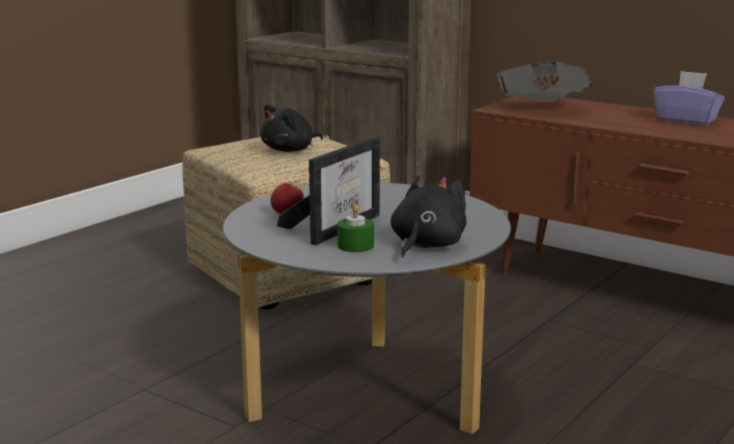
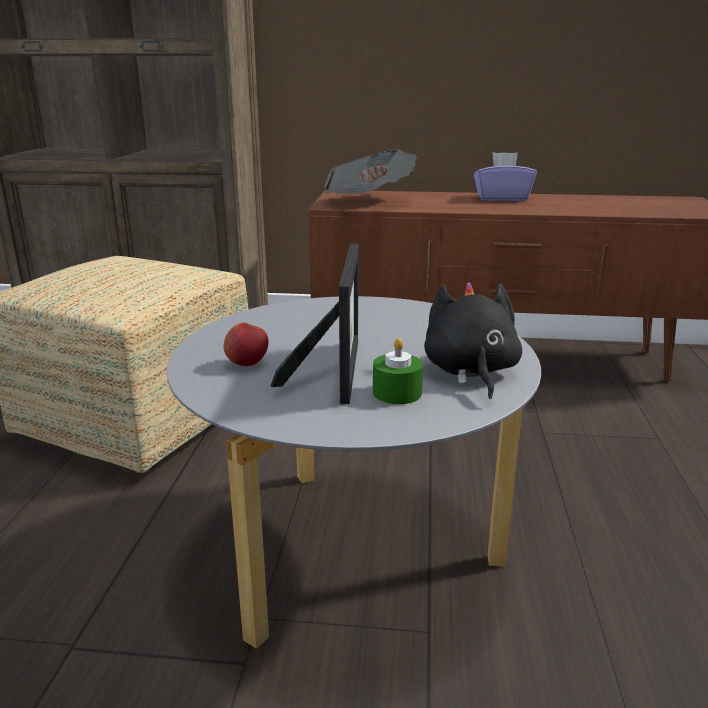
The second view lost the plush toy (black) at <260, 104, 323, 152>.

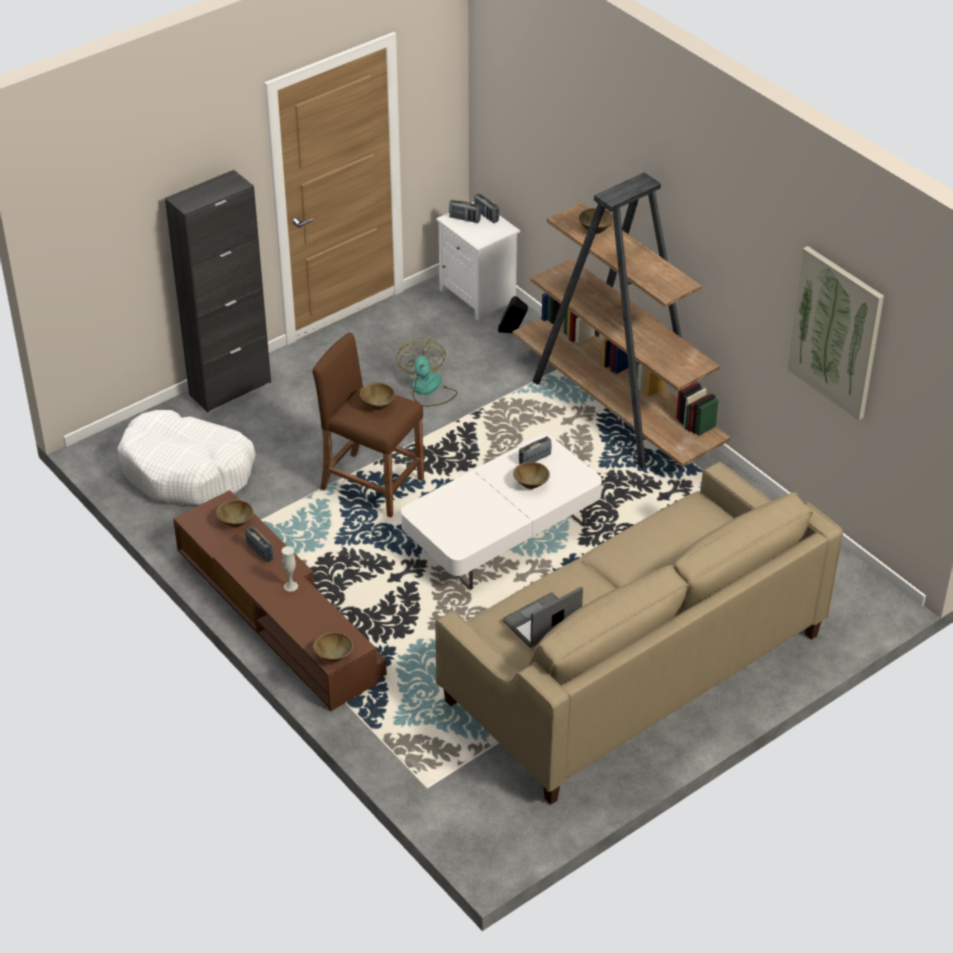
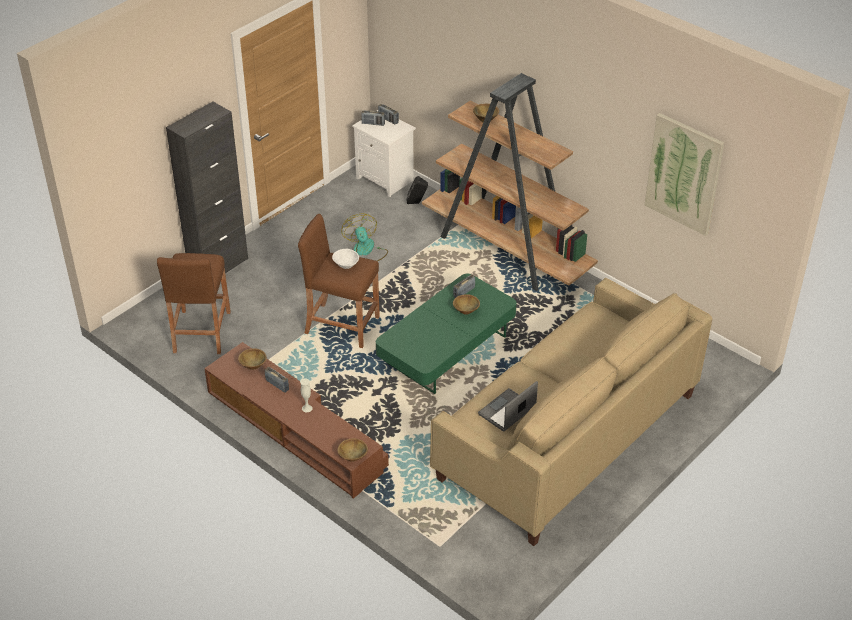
What was the deep dish (brownish) at <360, 382, 395, 410> turned into the deep dish (white-coloured) at <332, 249, 359, 269>.
Where the dog bed (white-coloured) stood at <117, 410, 256, 505>, the sitting stool (brownish) came to stand at <157, 253, 231, 354>.
What was the lounge table (white-coloured) at <401, 434, 602, 590> turned into the lounge table (greenish) at <376, 274, 517, 394>.

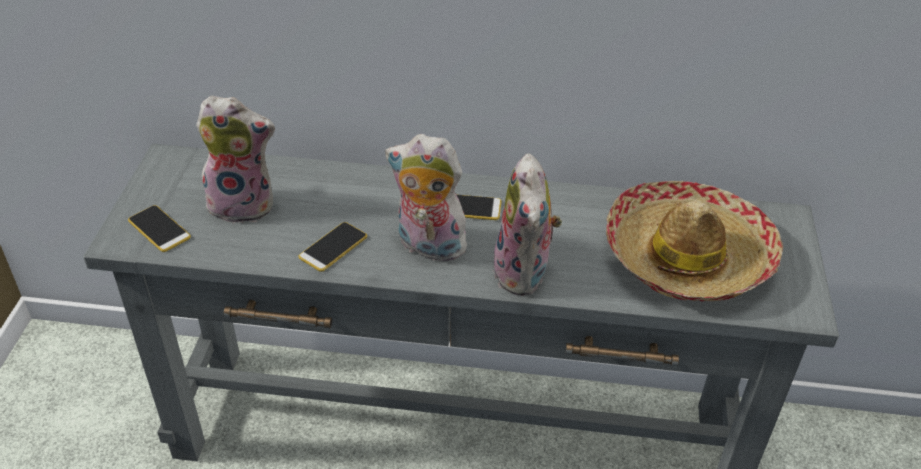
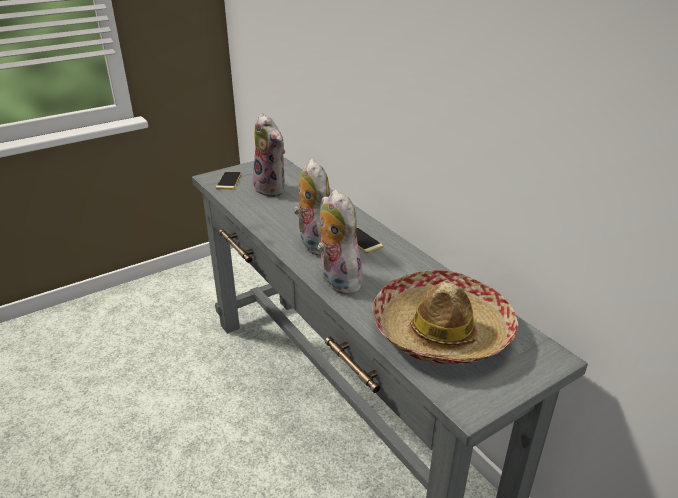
The plush toy at <492, 153, 562, 295> ended up facing another way, 105 degrees clockwise from before.
The second view lost the telephone at <298, 222, 367, 272>.

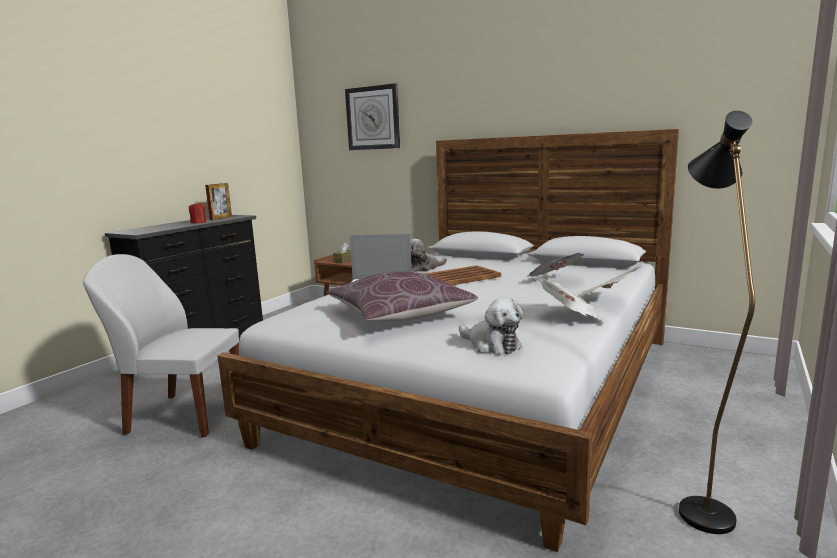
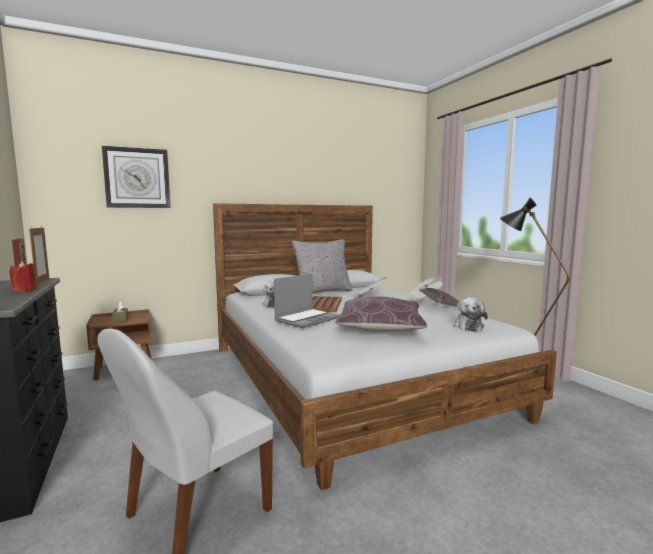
The plush toy at <459, 298, 523, 355> ended up facing another way, 105 degrees clockwise from before.
The second view gained the photo frame at <29, 226, 49, 285>.
The second view gained the cushion (gray) at <292, 239, 353, 293>.

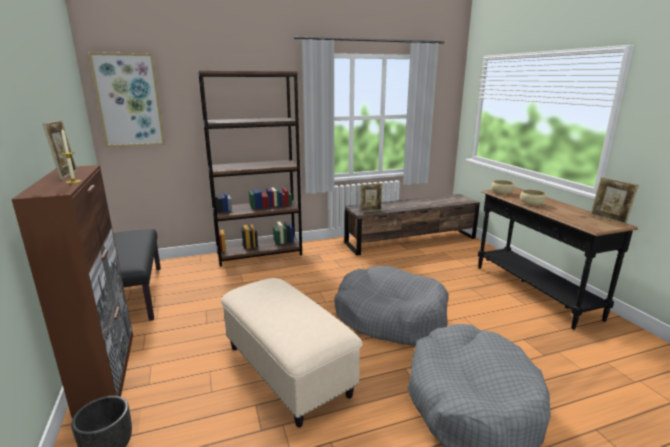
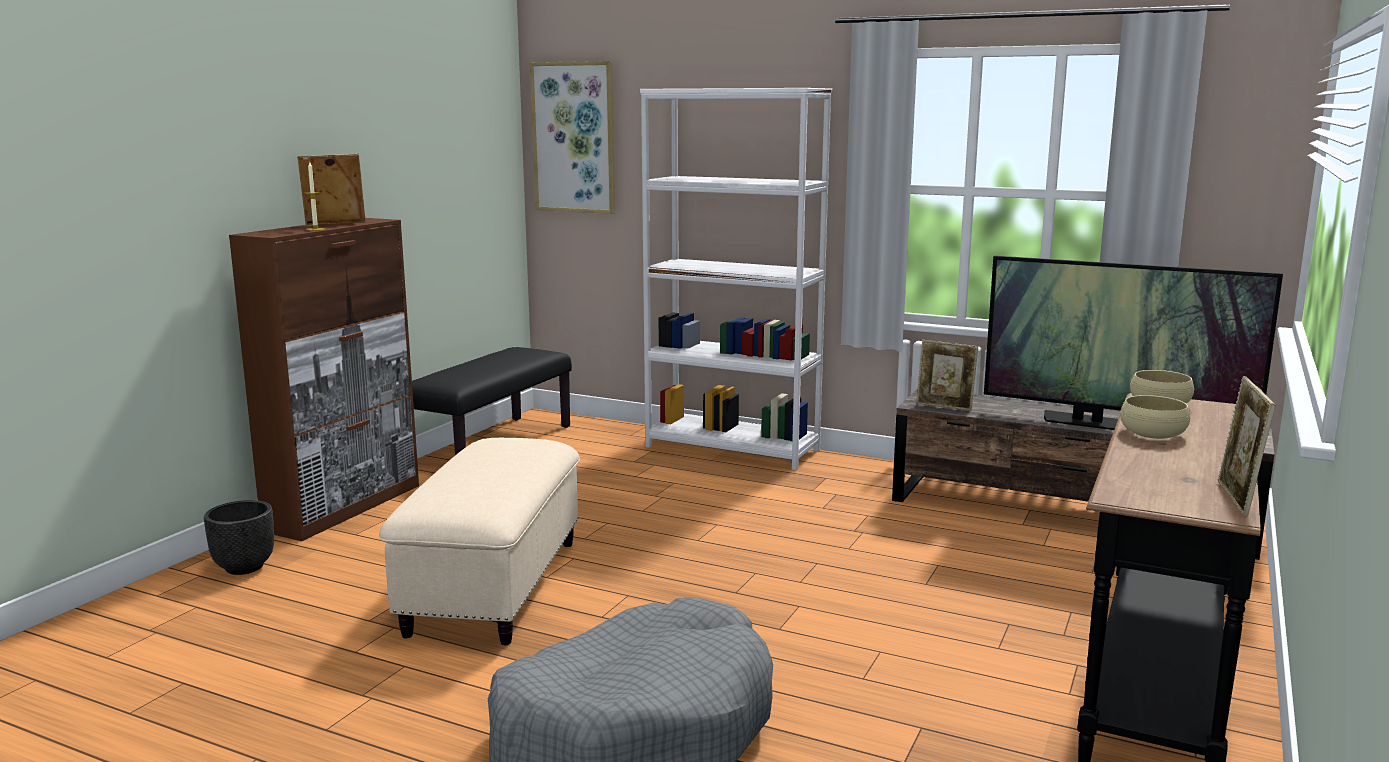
What was the bookcase (brownish) at <198, 71, 302, 267> turned into the bookcase (white-coloured) at <640, 88, 832, 471>.
The photo frame at <43, 120, 77, 180> ended up facing another way, 135 degrees counterclockwise from before.
The second view lost the dog bed (gray) at <334, 266, 449, 346>.
The second view gained the TV at <984, 256, 1283, 430>.

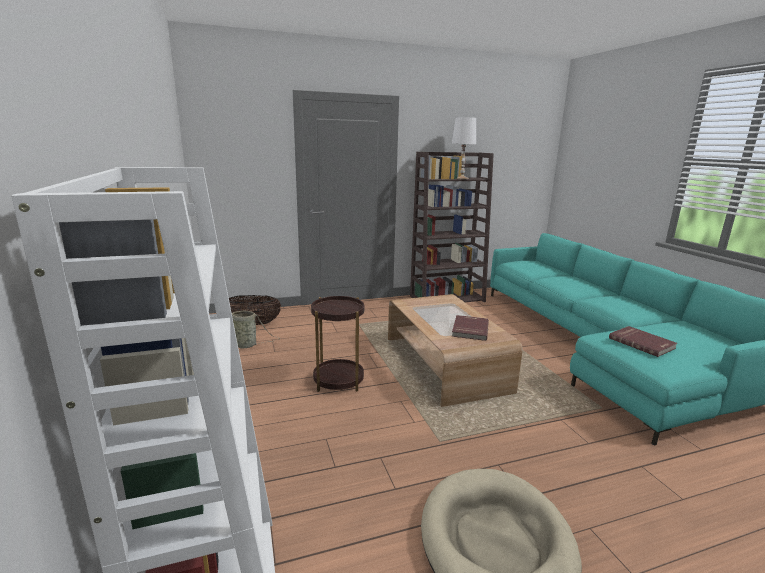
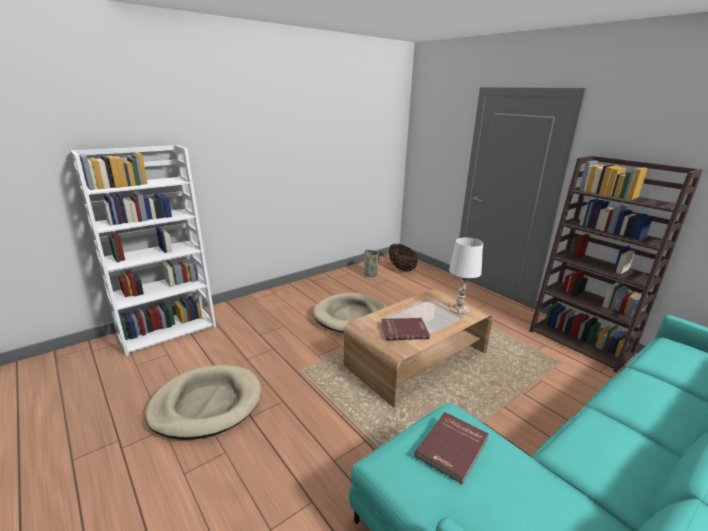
The table lamp (white-coloured) ended up elsewhere, having gone from <452, 117, 476, 179> to <449, 238, 483, 315>.
Where the accent table (brownish) stood at <311, 296, 364, 392>, the dog bed (beige-coloured) came to stand at <313, 293, 387, 333>.

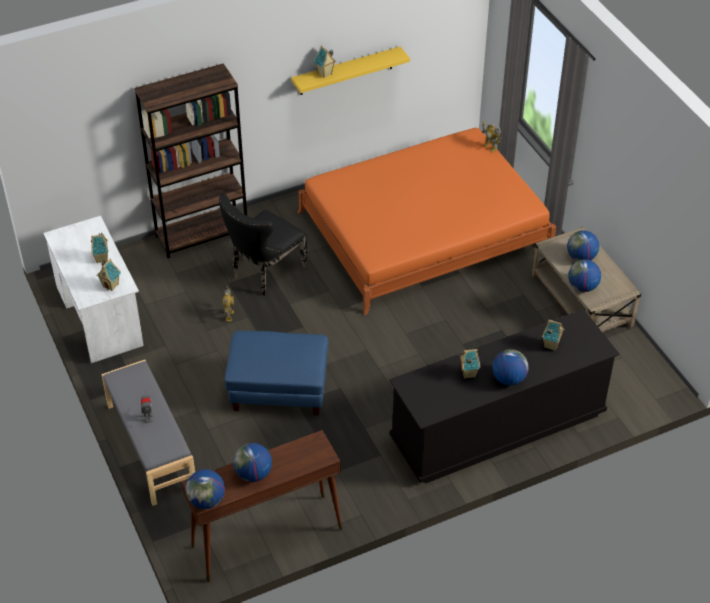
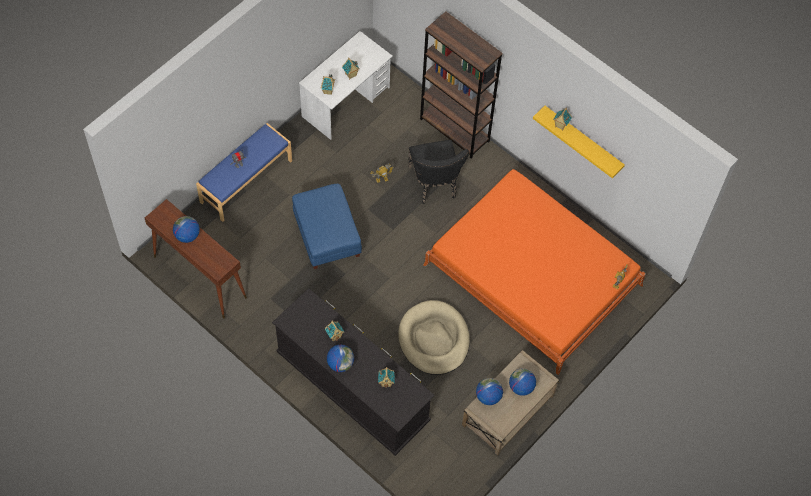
The upright chair (black) at <219, 193, 308, 295> ended up facing another way, 120 degrees counterclockwise from before.
What was the bench (gray) at <101, 360, 195, 506> turned into the bench (bluish) at <196, 123, 292, 222>.
The second view lost the globe at <185, 469, 225, 509>.
The second view gained the dog bed (beige-coloured) at <398, 300, 470, 375>.

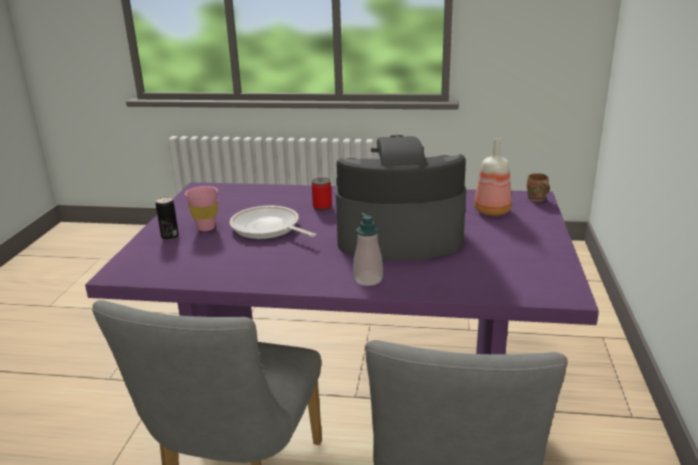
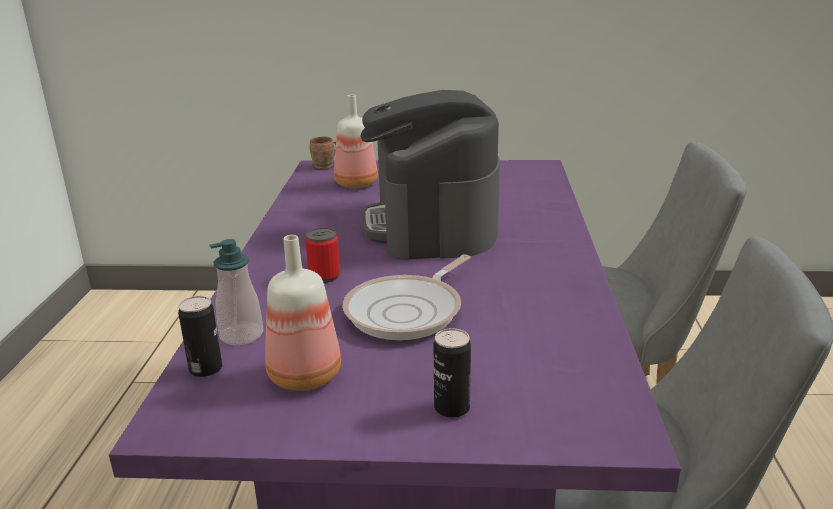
The second view lost the drinking cup (pinkish) at <185, 186, 218, 231>.
The liquid soap bottle ended up elsewhere, having gone from <353, 213, 383, 286> to <209, 239, 263, 345>.
The second view gained the beverage bottle at <265, 235, 341, 391>.
The second view gained the sealed can at <178, 296, 222, 377>.

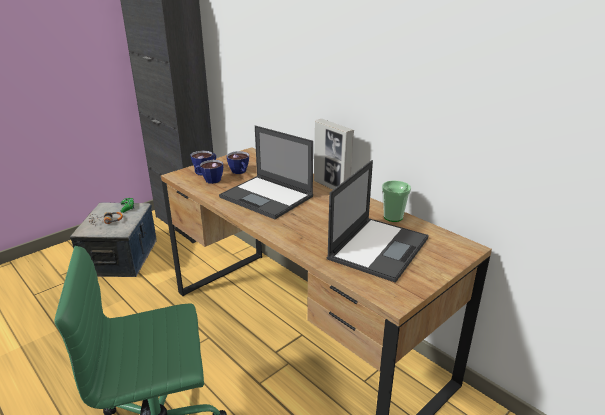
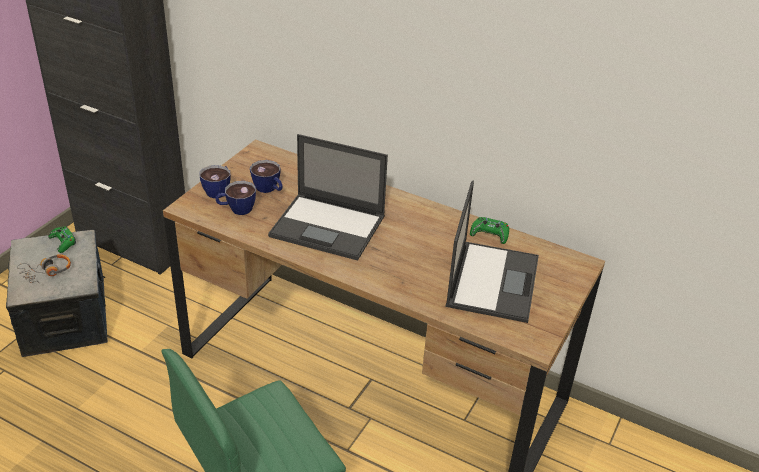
The second view lost the photo frame at <314, 119, 354, 190>.
Where the drinking cup stood at <382, 180, 411, 222>, the joypad (greenish) came to stand at <470, 217, 509, 244>.

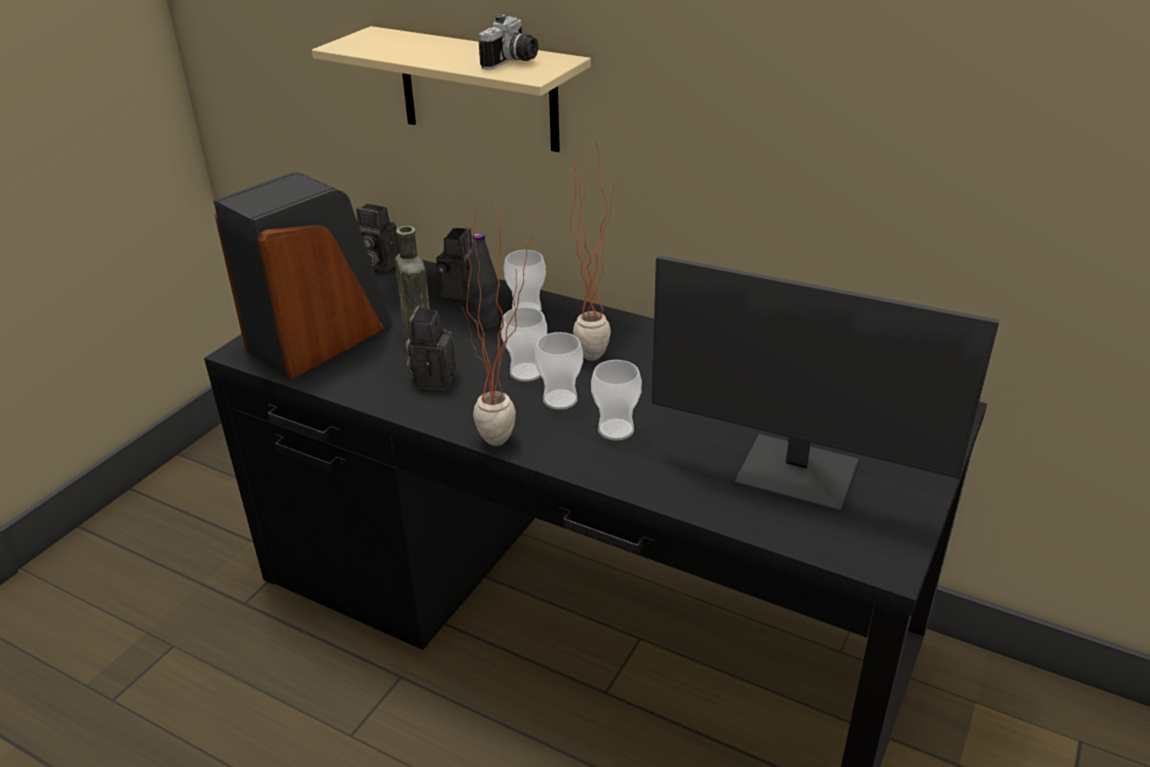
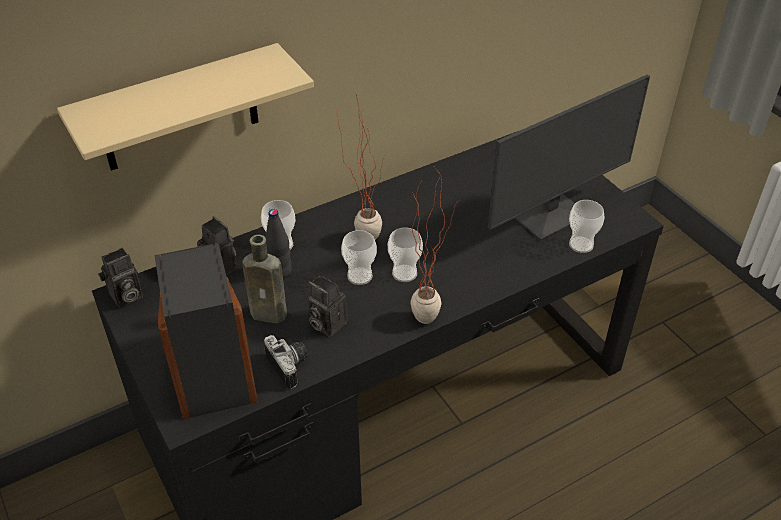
The still camera ended up elsewhere, having gone from <479, 14, 538, 70> to <264, 335, 308, 389>.
The drinking cup ended up elsewhere, having gone from <591, 360, 642, 440> to <569, 200, 604, 253>.

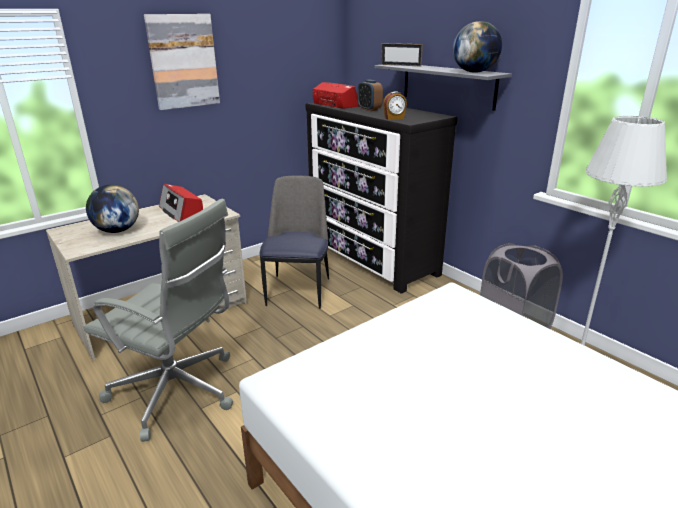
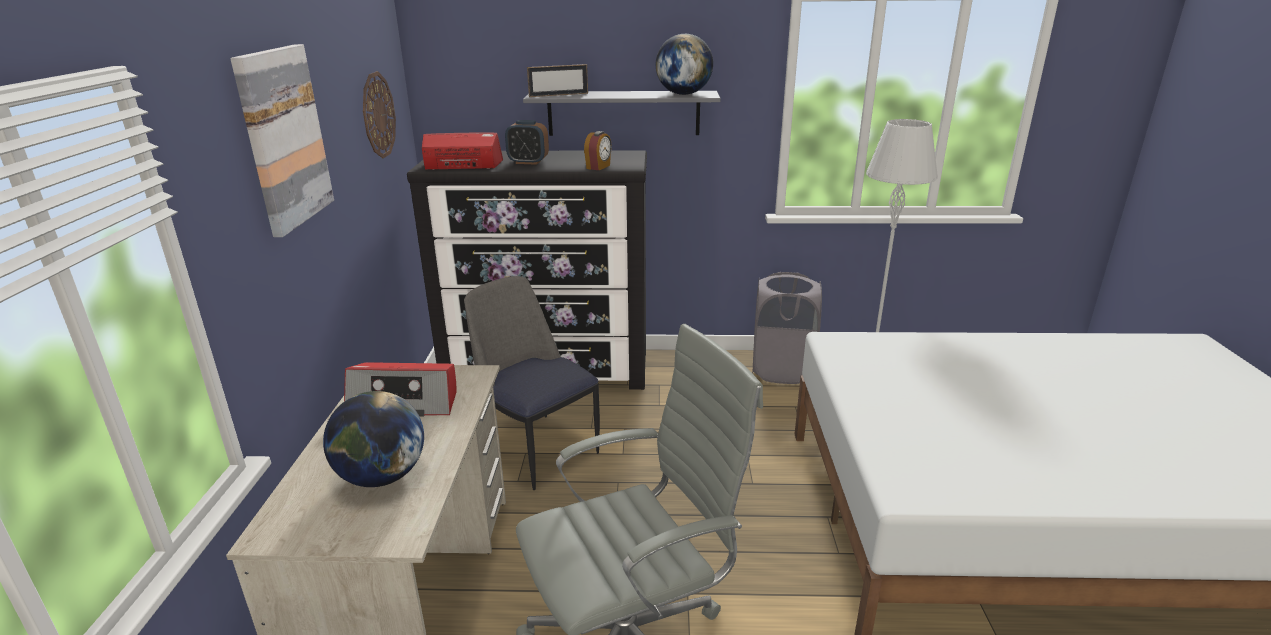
The second view gained the clock on the wall at <363, 71, 396, 158>.

